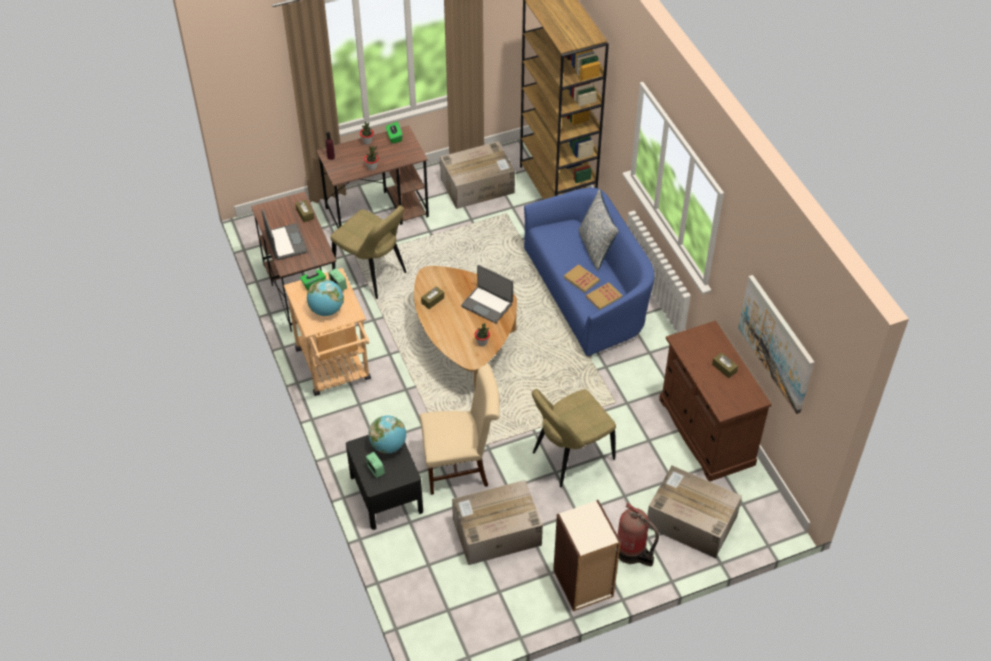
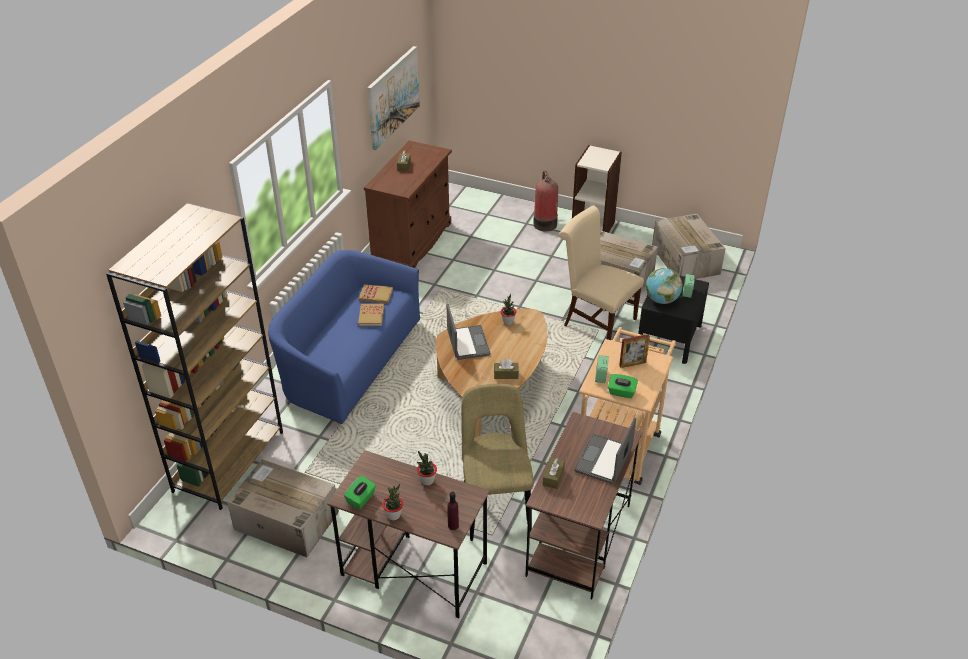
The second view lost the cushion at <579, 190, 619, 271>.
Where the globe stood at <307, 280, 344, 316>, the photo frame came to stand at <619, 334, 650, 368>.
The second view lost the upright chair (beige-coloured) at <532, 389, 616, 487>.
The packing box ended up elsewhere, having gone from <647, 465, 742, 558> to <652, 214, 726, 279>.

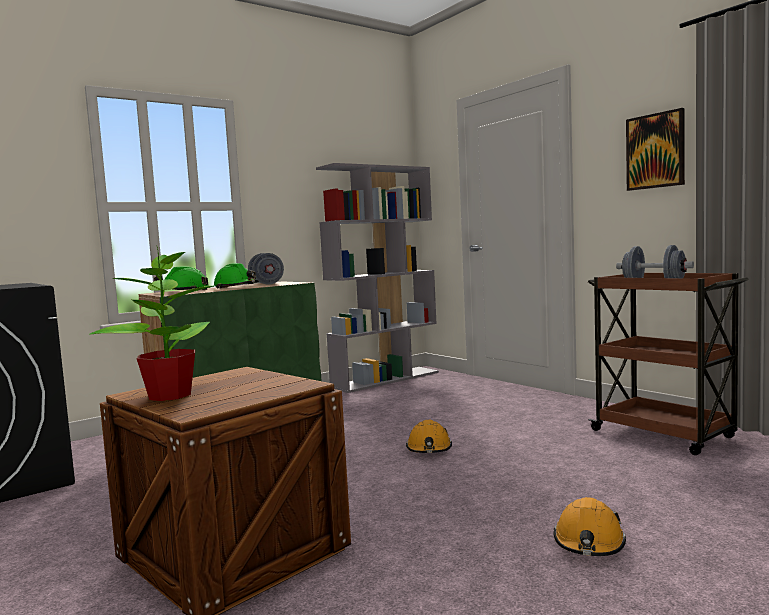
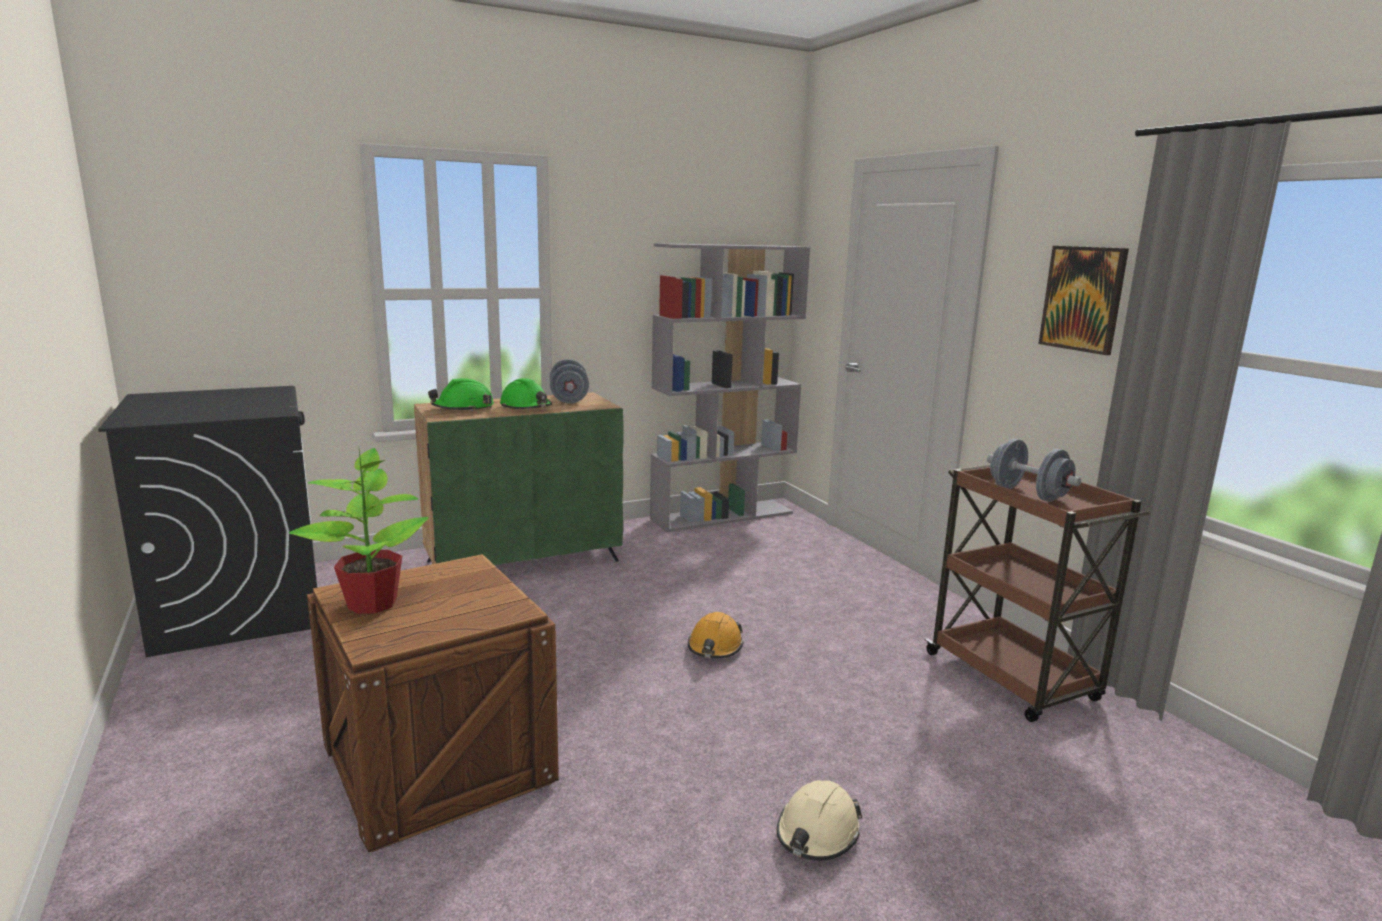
What was the safety helmet (orangey) at <554, 497, 626, 556> turned into the safety helmet (beige-coloured) at <777, 780, 862, 861>.

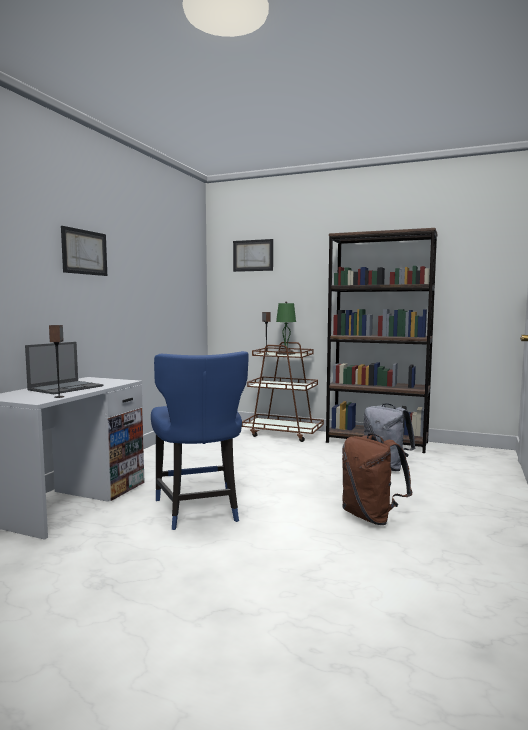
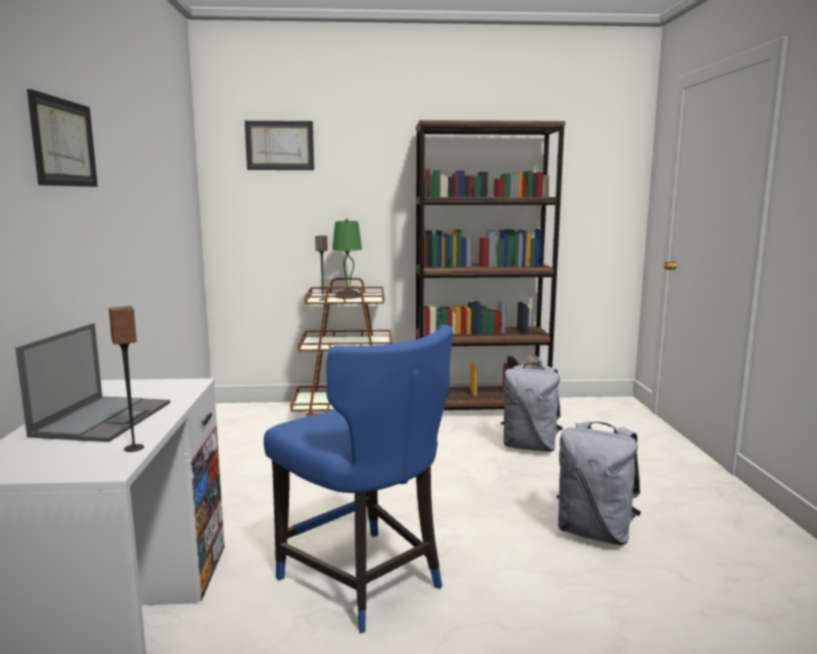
What was the backpack (brownish) at <342, 434, 412, 525> turned into the backpack (gray) at <557, 422, 641, 545>.

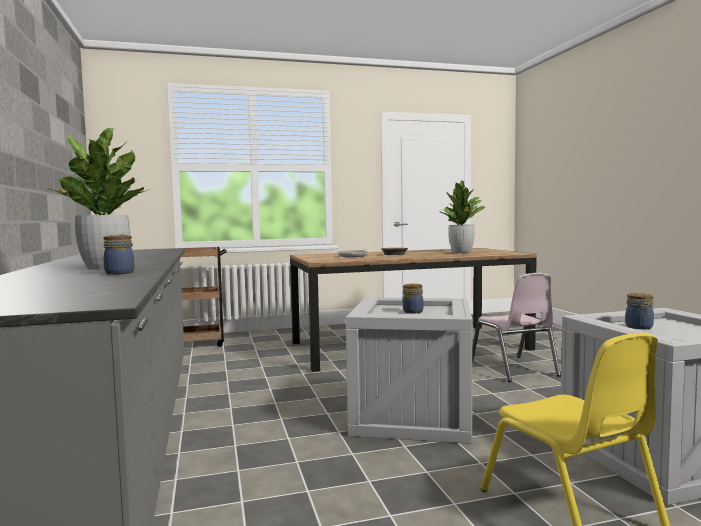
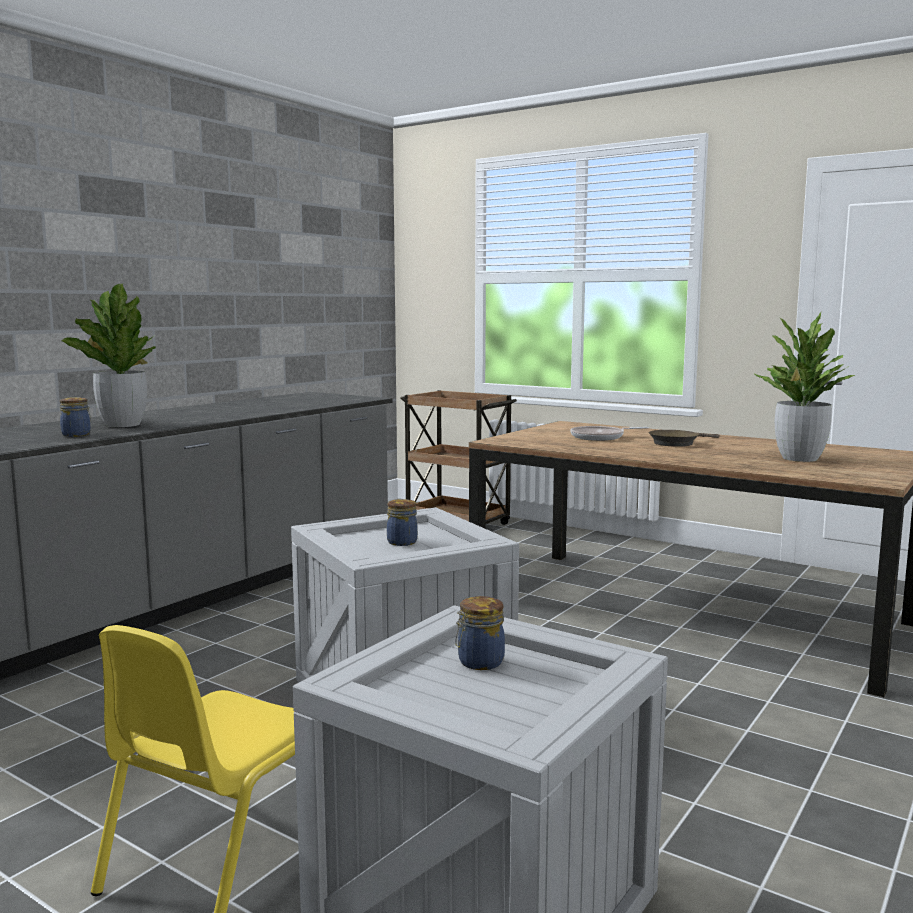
The second view lost the upright chair (pinkish) at <472, 273, 561, 382>.

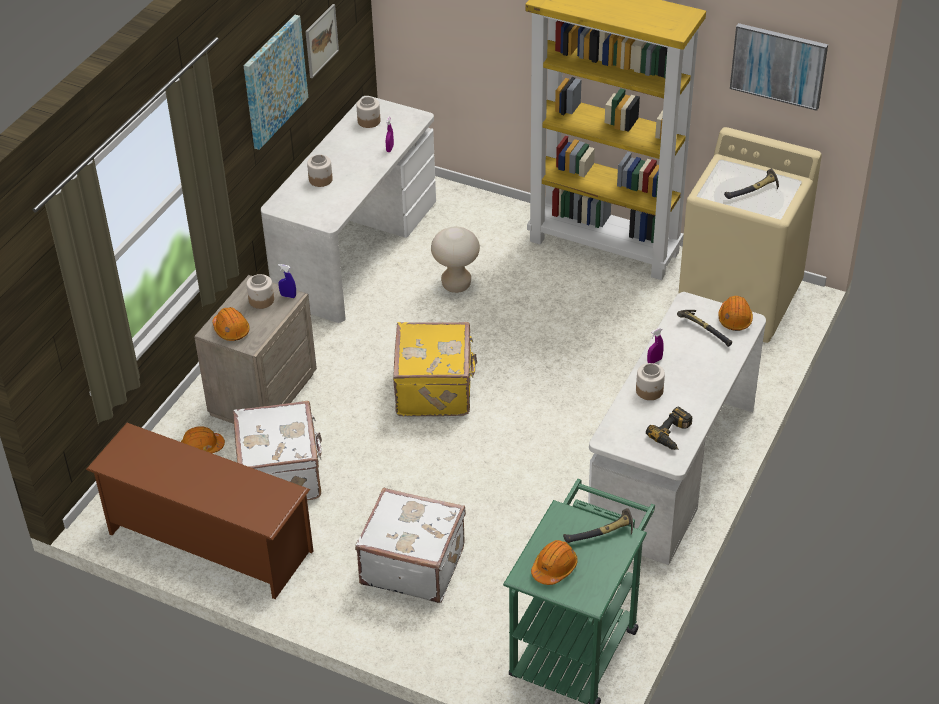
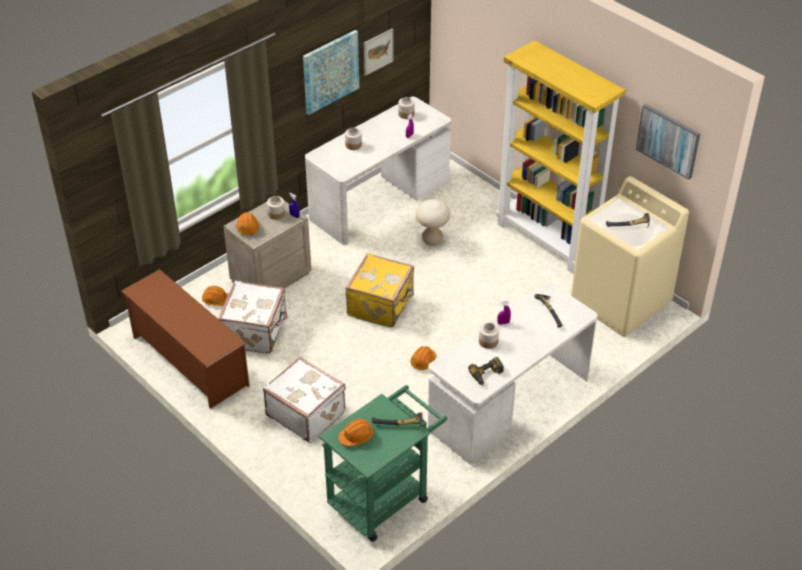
The safety helmet (orangey) ended up elsewhere, having gone from <718, 296, 753, 331> to <410, 346, 436, 370>.

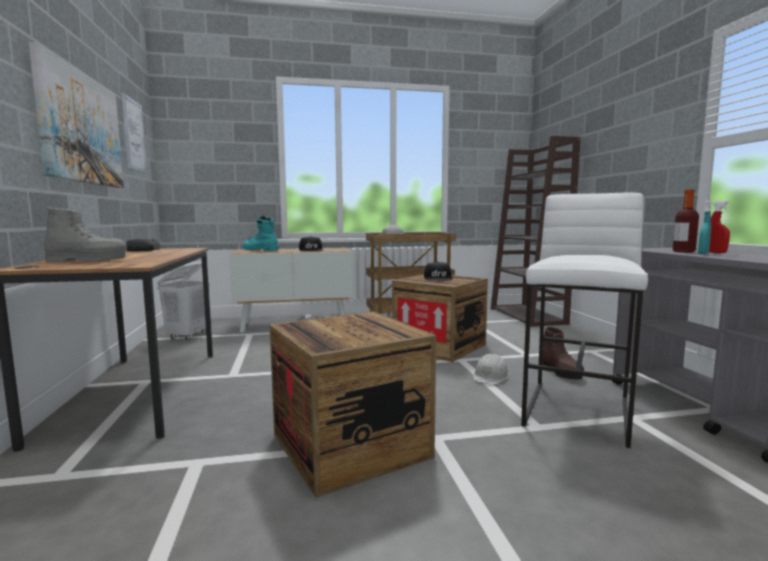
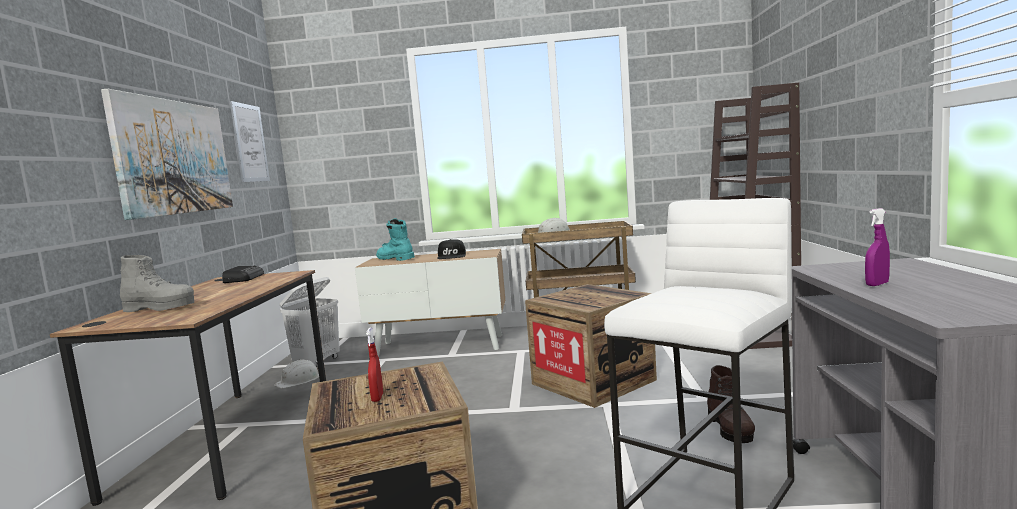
The second view lost the beverage bottle at <673, 189, 699, 252>.
What was the sprayer (turquoise-coloured) at <698, 200, 711, 254> turned into the sprayer (purple) at <865, 208, 890, 286>.
The sprayer (red) ended up elsewhere, having gone from <709, 200, 730, 253> to <366, 328, 383, 402>.
The second view lost the cap (black) at <424, 262, 453, 281>.
The safety helmet (white-coloured) ended up elsewhere, having gone from <473, 353, 509, 385> to <274, 359, 319, 388>.

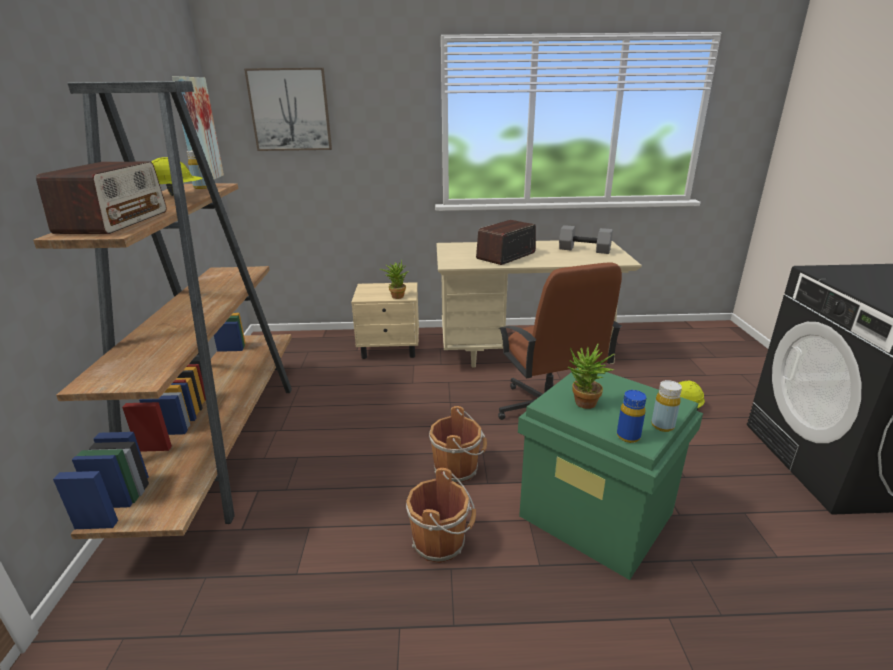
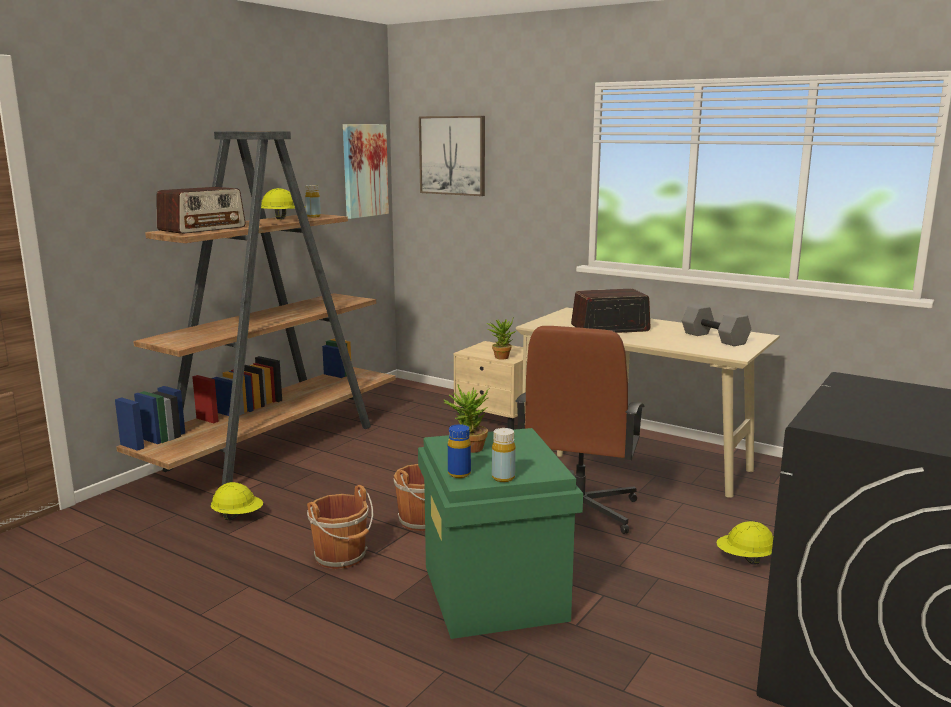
The second view gained the safety helmet (yellow-coloured) at <211, 482, 263, 521>.

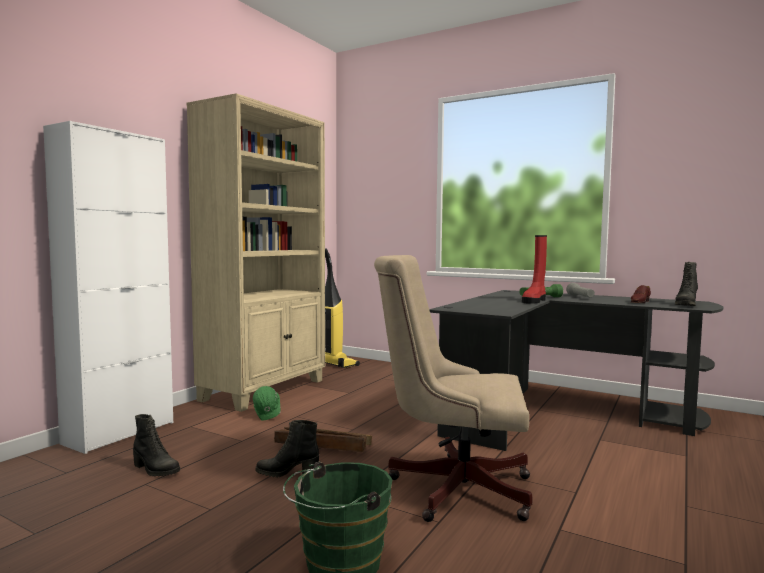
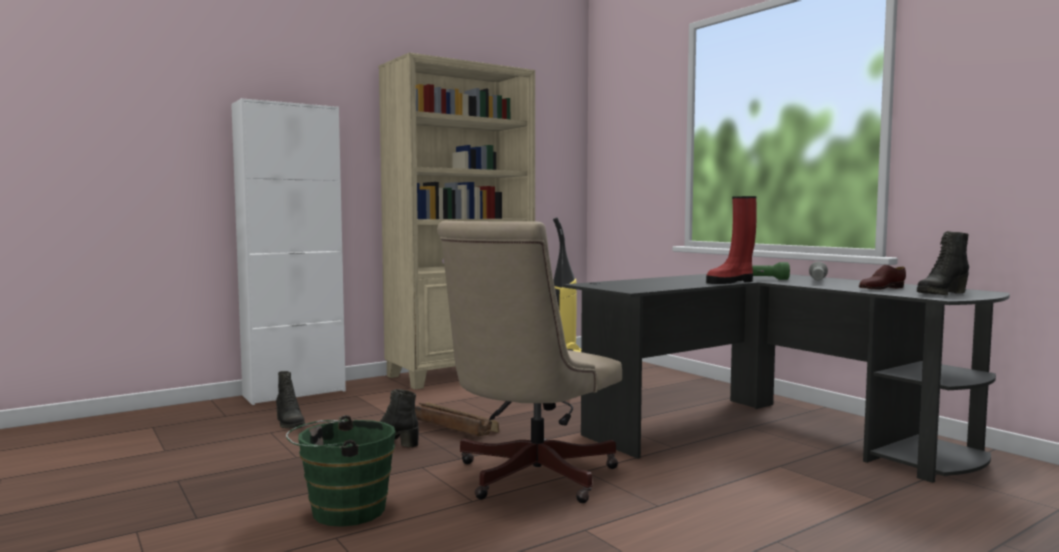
The computer chair (beige-coloured) at <374, 255, 532, 522> ended up facing another way, 90 degrees counterclockwise from before.
The second view lost the safety helmet (greenish) at <253, 386, 280, 421>.

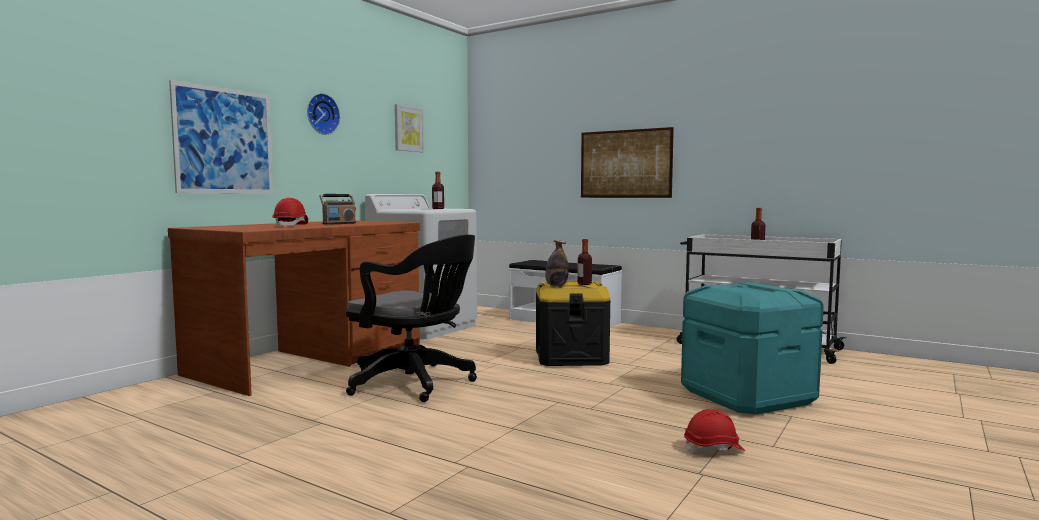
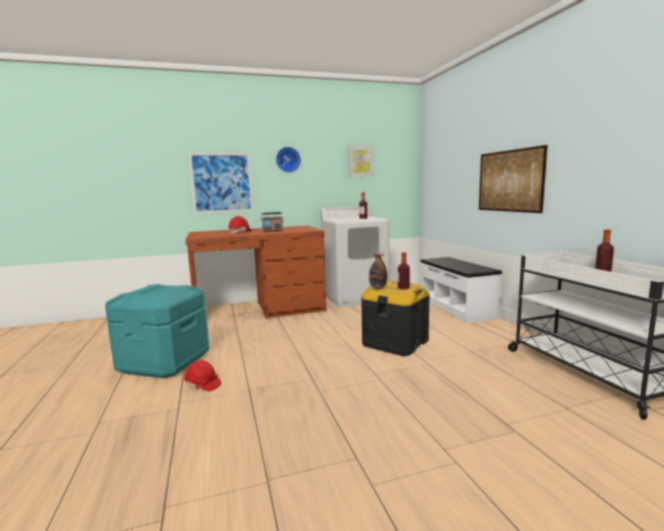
The second view lost the computer chair (black) at <346, 235, 477, 402>.
The storage box (turquoise-coloured) ended up elsewhere, having gone from <681, 282, 824, 415> to <105, 284, 210, 378>.
The safety helmet (red) ended up elsewhere, having gone from <684, 409, 745, 454> to <184, 360, 221, 391>.

